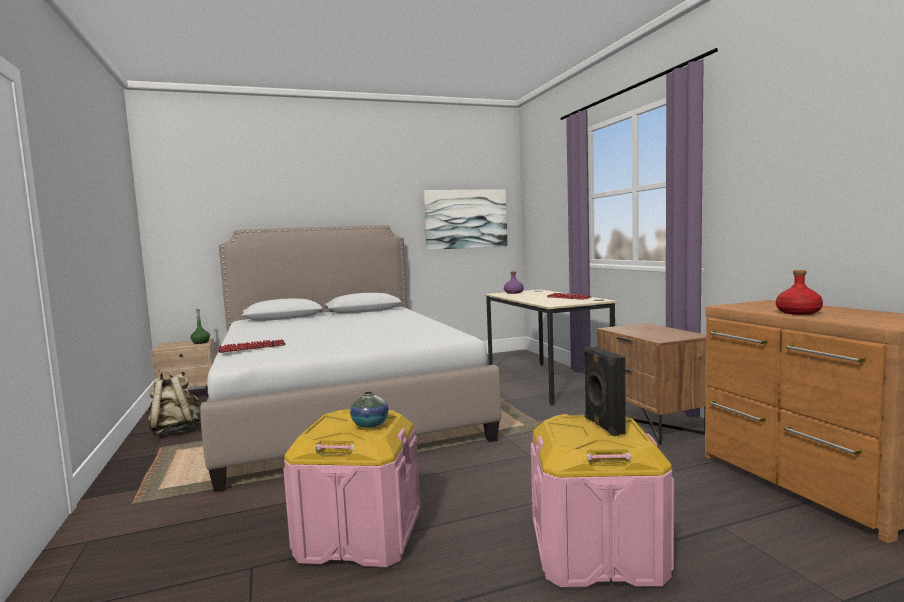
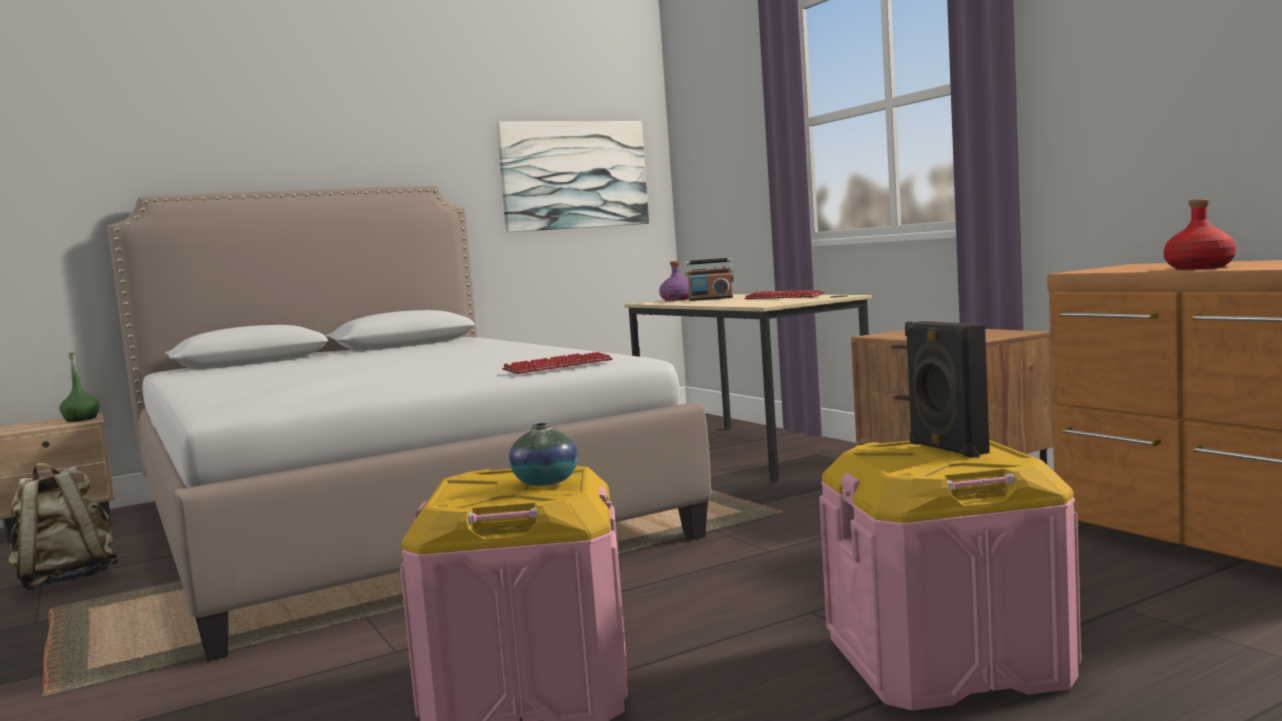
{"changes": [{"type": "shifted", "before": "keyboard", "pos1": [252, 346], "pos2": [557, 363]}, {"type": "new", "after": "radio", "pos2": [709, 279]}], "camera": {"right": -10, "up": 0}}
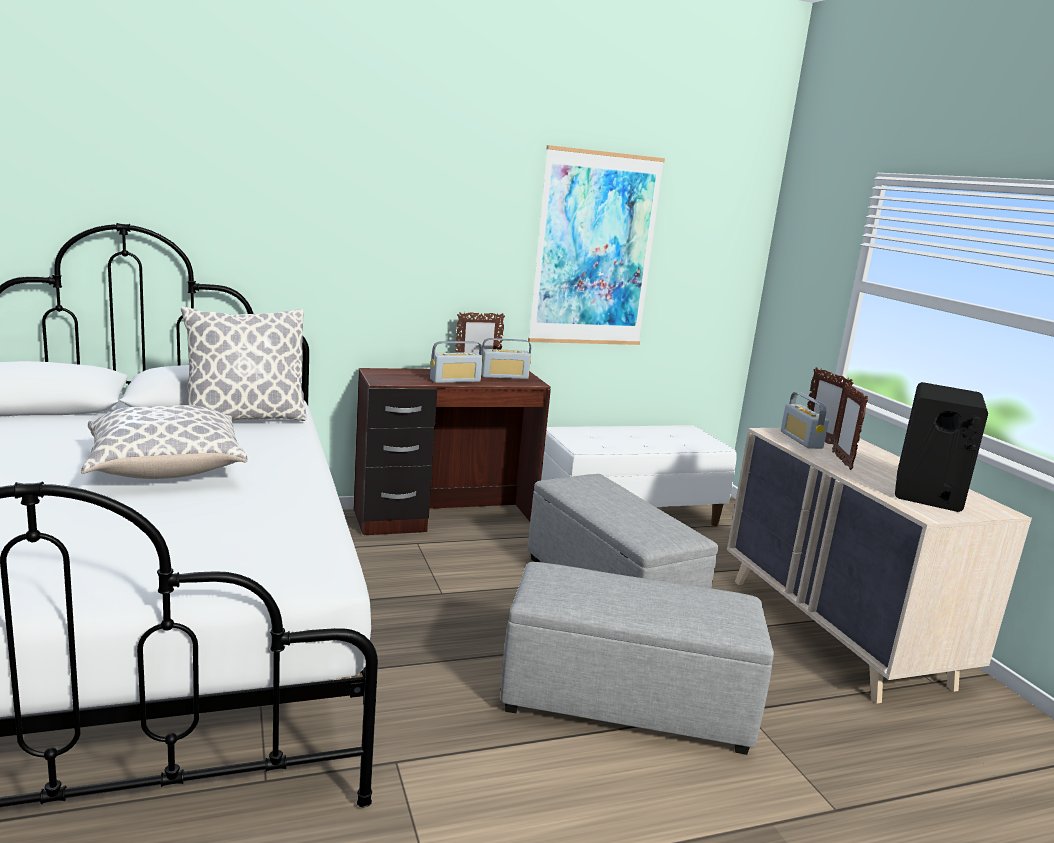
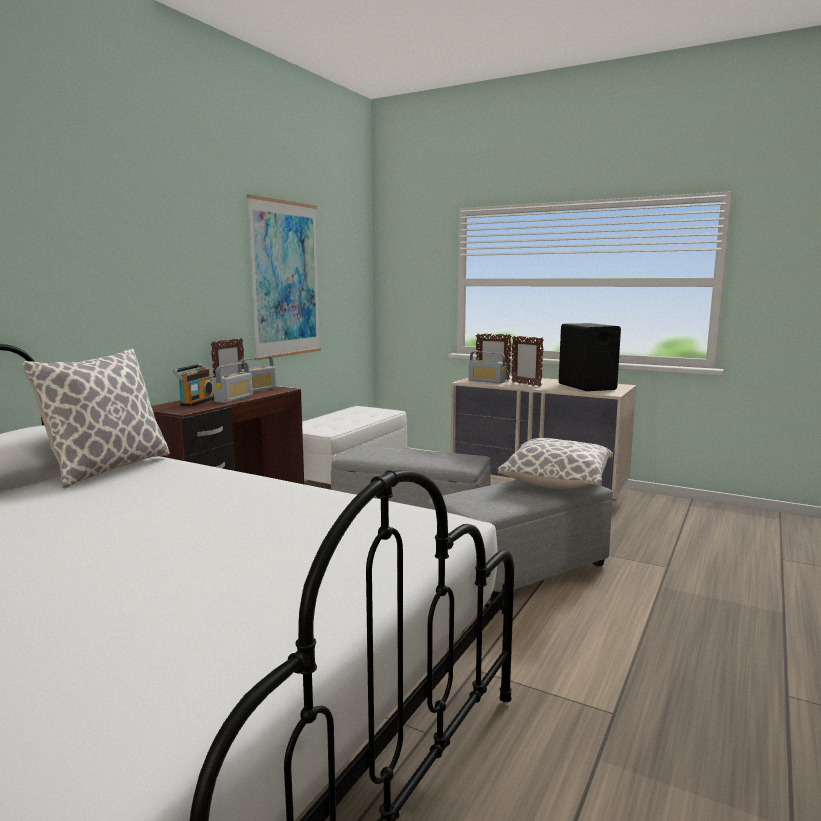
{"changes": [{"type": "shifted", "before": "pillow", "pos1": [164, 442], "pos2": [555, 463]}, {"type": "new", "after": "radio", "pos2": [193, 385]}], "camera": {"right": -40, "up": -5}}
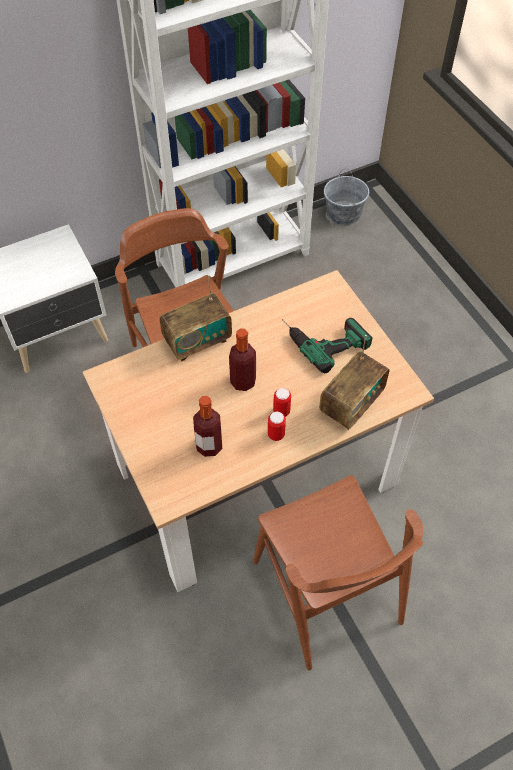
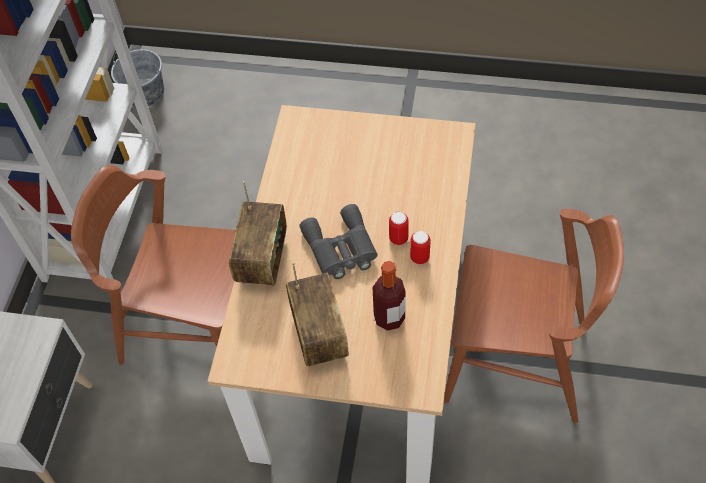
{"changes": [{"type": "swapped", "before": "bottle", "after": "binoculars/grey", "pos1": [242, 359], "pos2": [338, 241]}, {"type": "gone", "before": "power drill", "pos1": [327, 345]}, {"type": "shifted", "before": "radio", "pos1": [354, 382], "pos2": [317, 314]}], "camera": {"right": -50, "up": 0}}
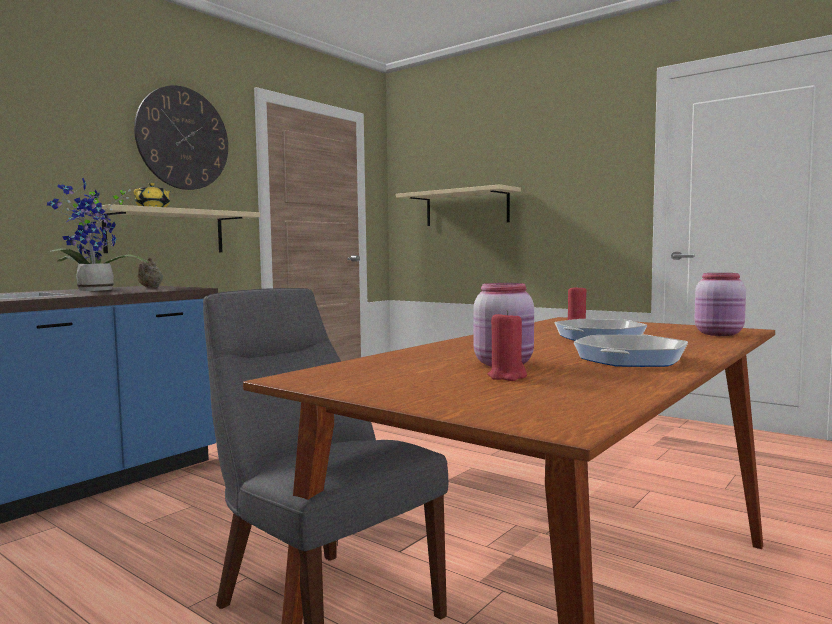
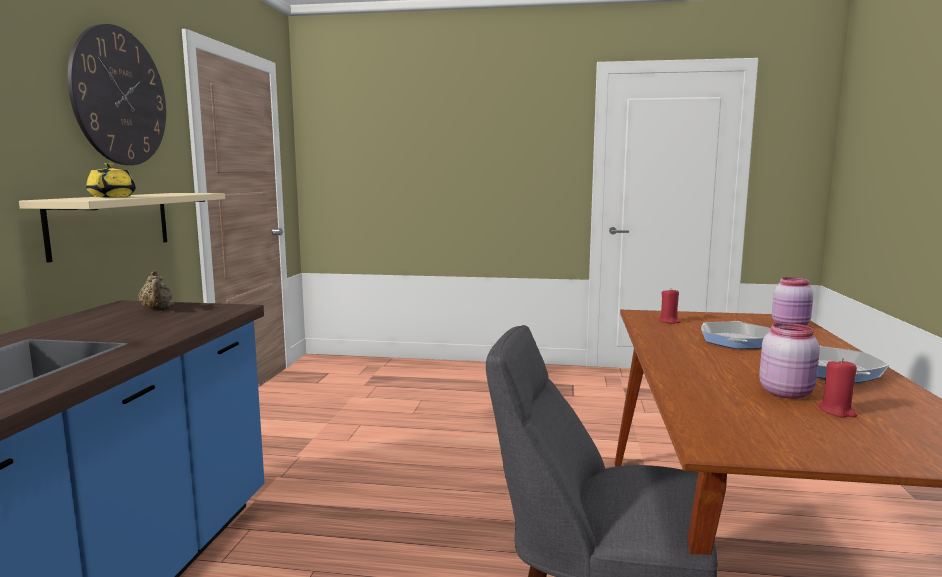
{"changes": [{"type": "gone", "before": "potted plant", "pos1": [98, 234]}, {"type": "gone", "before": "shelf/beige", "pos1": [458, 205]}], "camera": {"right": -30, "up": 5}}
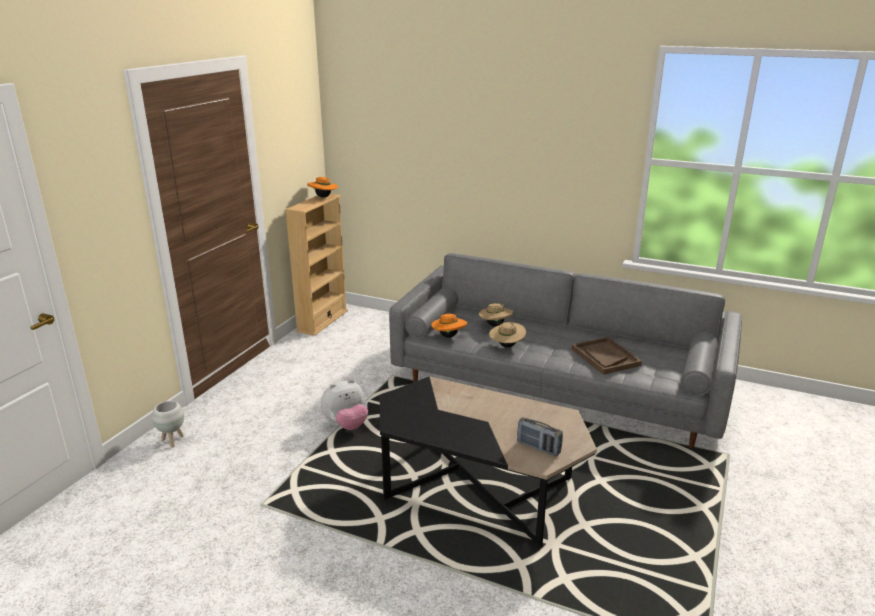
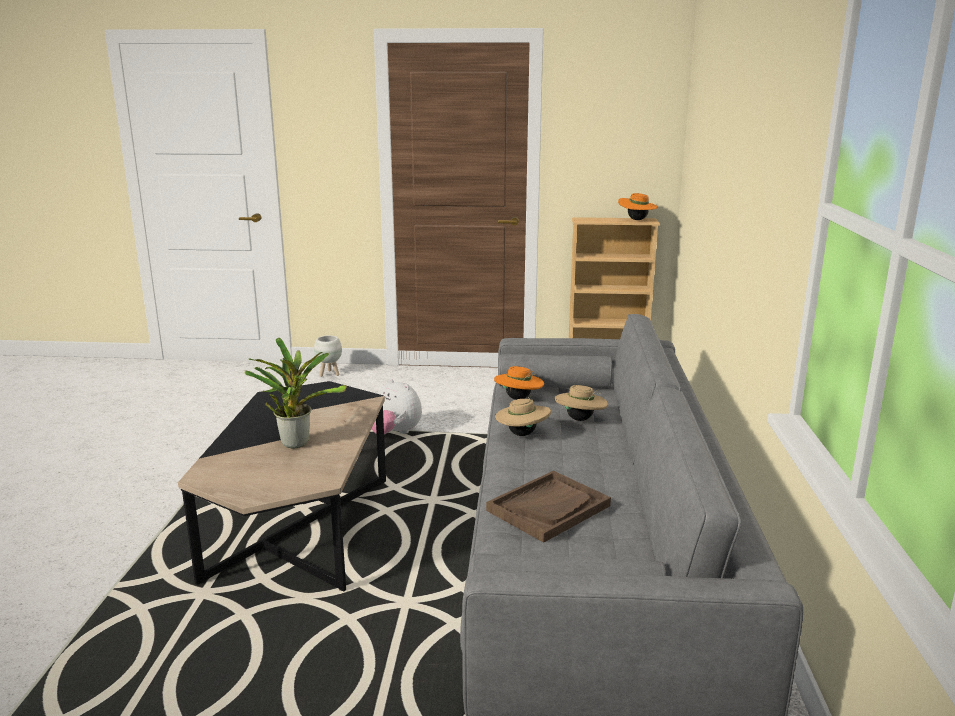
{"changes": [{"type": "gone", "before": "radio", "pos1": [540, 436]}, {"type": "new", "after": "potted plant", "pos2": [295, 393]}], "camera": {"right": 70, "up": -5}}
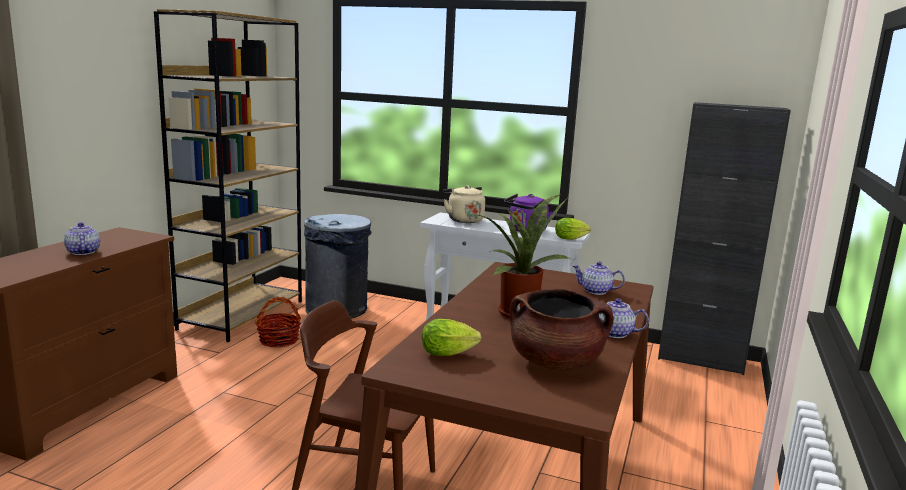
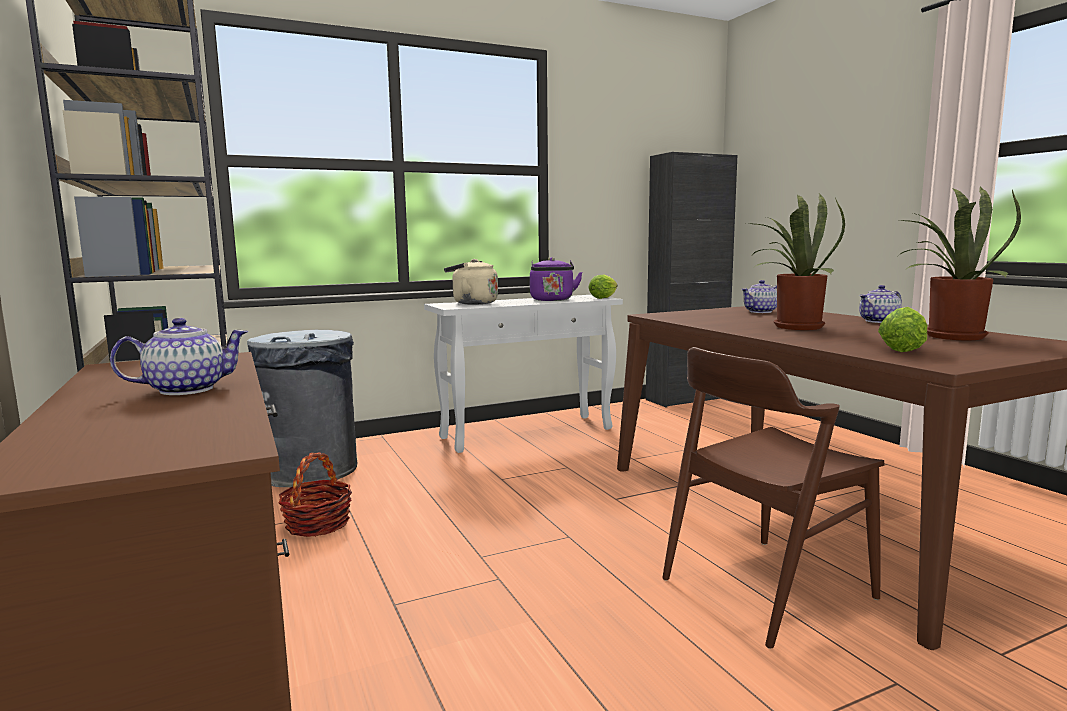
{"changes": [{"type": "rotated", "before": "teapot", "pos1": [82, 238], "pos2": [179, 356], "turn": 135}, {"type": "swapped", "before": "cooking pot/brown", "after": "potted plant", "pos1": [562, 329], "pos2": [959, 263]}], "camera": {"right": -45, "up": -5}}
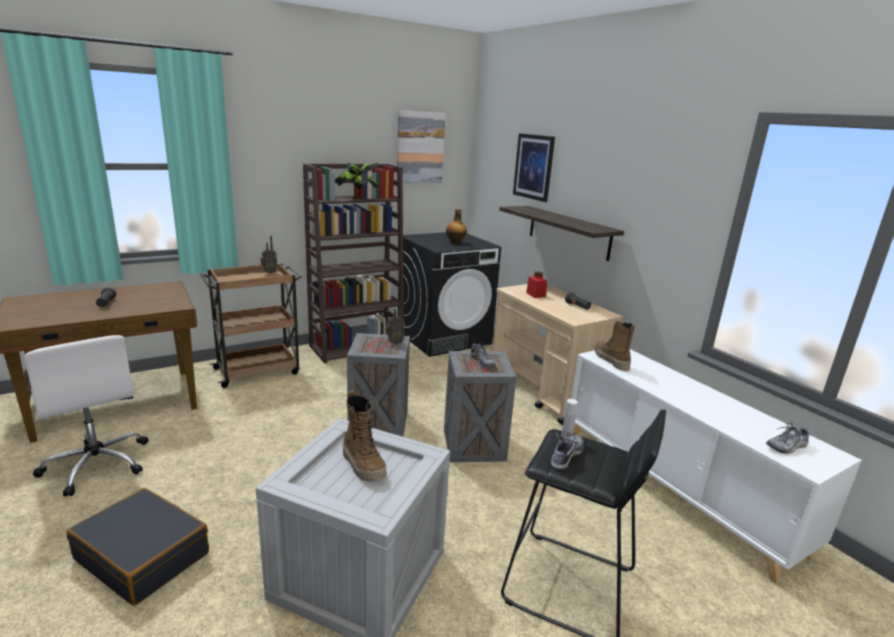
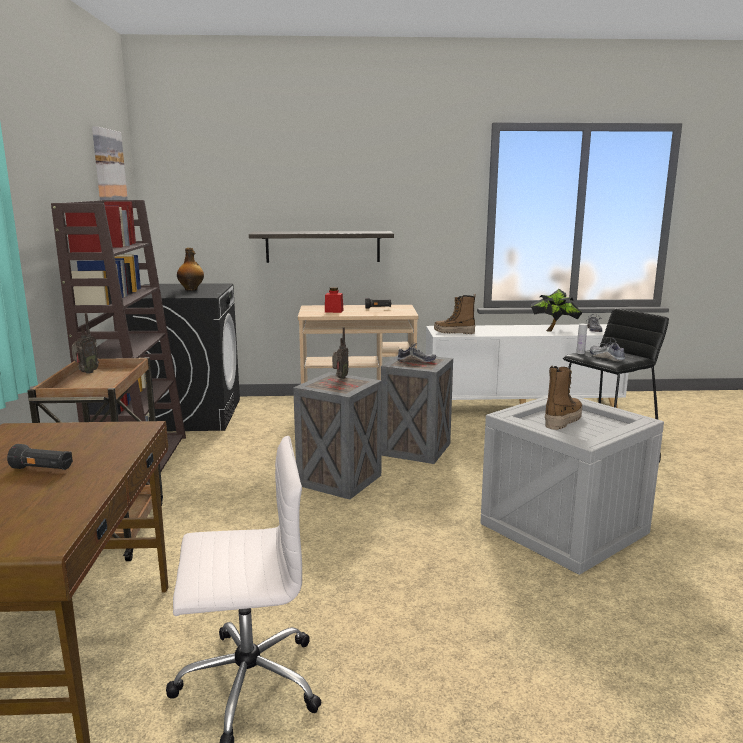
{"changes": [{"type": "gone", "before": "suitcase/black", "pos1": [137, 547]}, {"type": "shifted", "before": "potted plant", "pos1": [357, 180], "pos2": [556, 310]}, {"type": "rotated", "before": "boot", "pos1": [365, 436], "pos2": [563, 398], "turn": -45}, {"type": "gone", "before": "picture", "pos1": [534, 167]}], "camera": {"right": -60, "up": -5}}
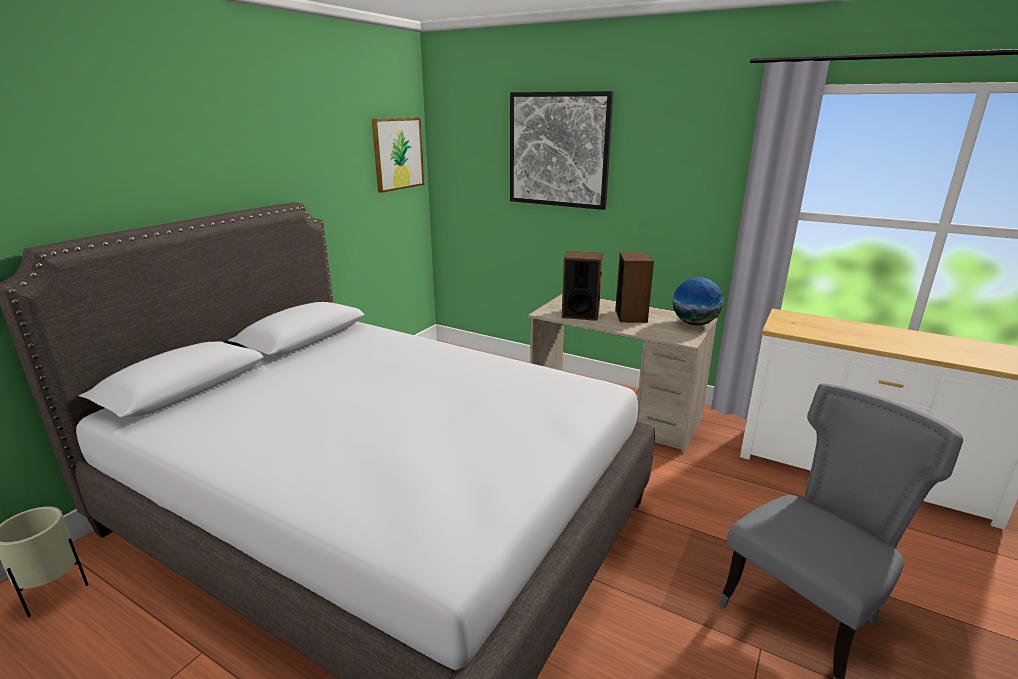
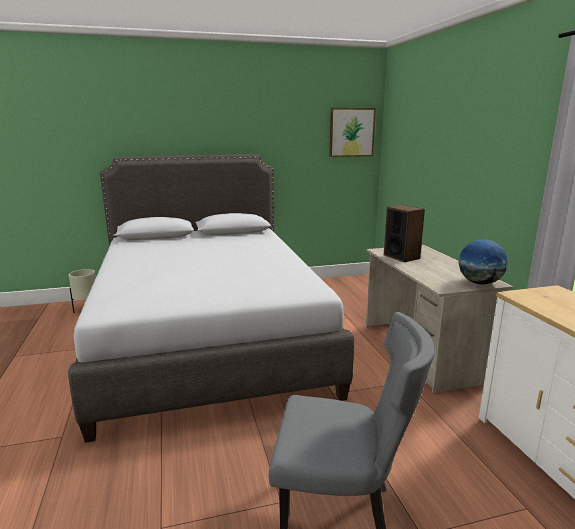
{"changes": [{"type": "gone", "before": "picture", "pos1": [562, 150]}, {"type": "gone", "before": "speaker", "pos1": [634, 287]}], "camera": {"right": 45, "up": -5}}
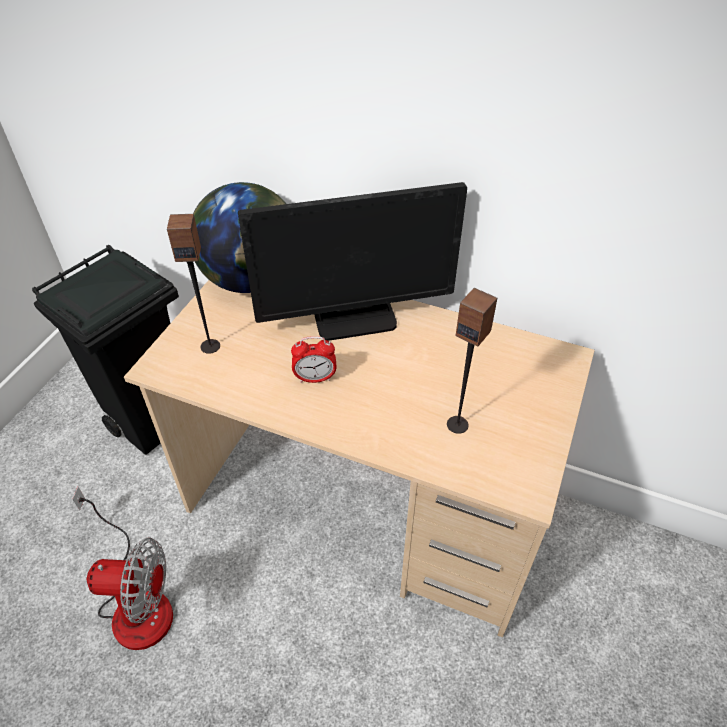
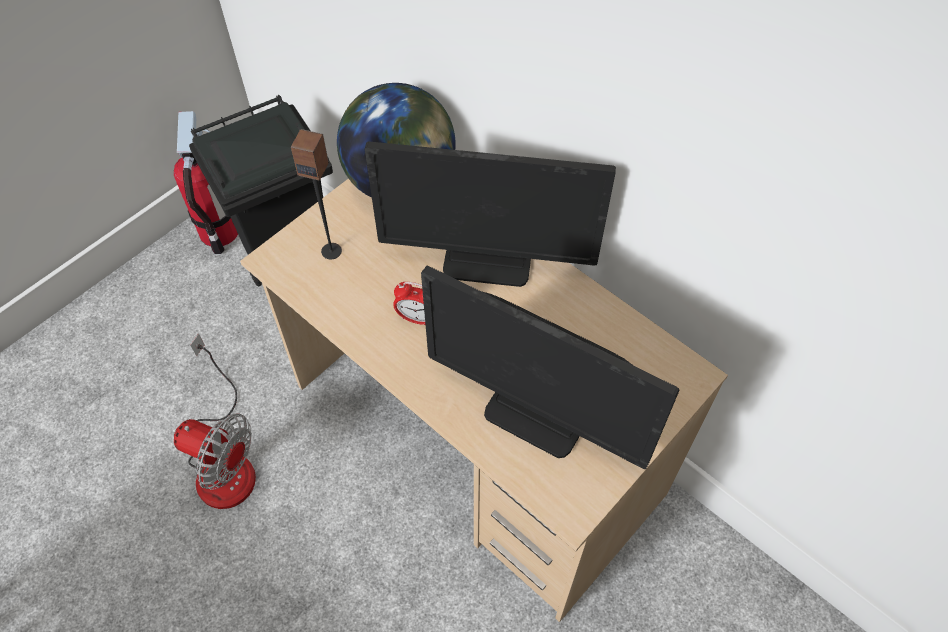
{"changes": [{"type": "swapped", "before": "speaker", "after": "monitor", "pos1": [472, 361], "pos2": [550, 367]}, {"type": "new", "after": "fire extinguisher", "pos2": [206, 182]}], "camera": {"right": 20, "up": 10}}
